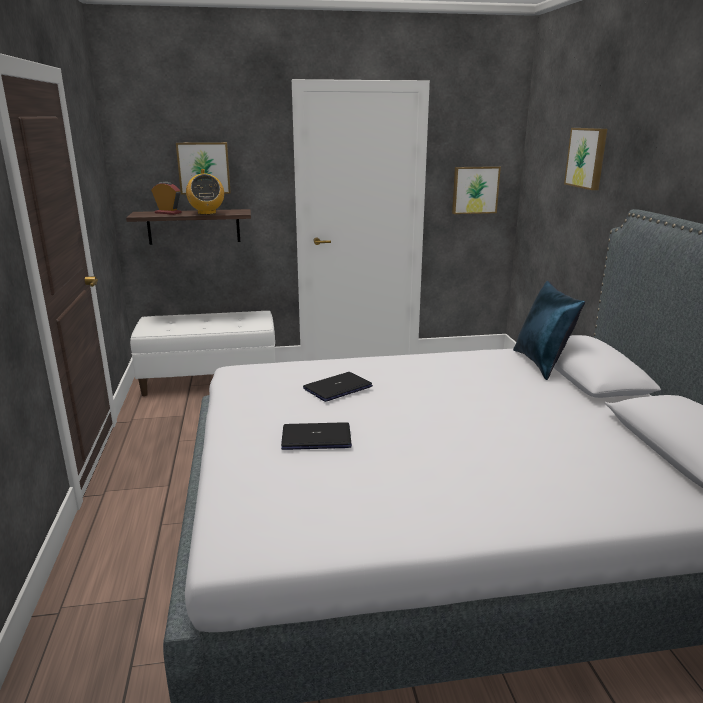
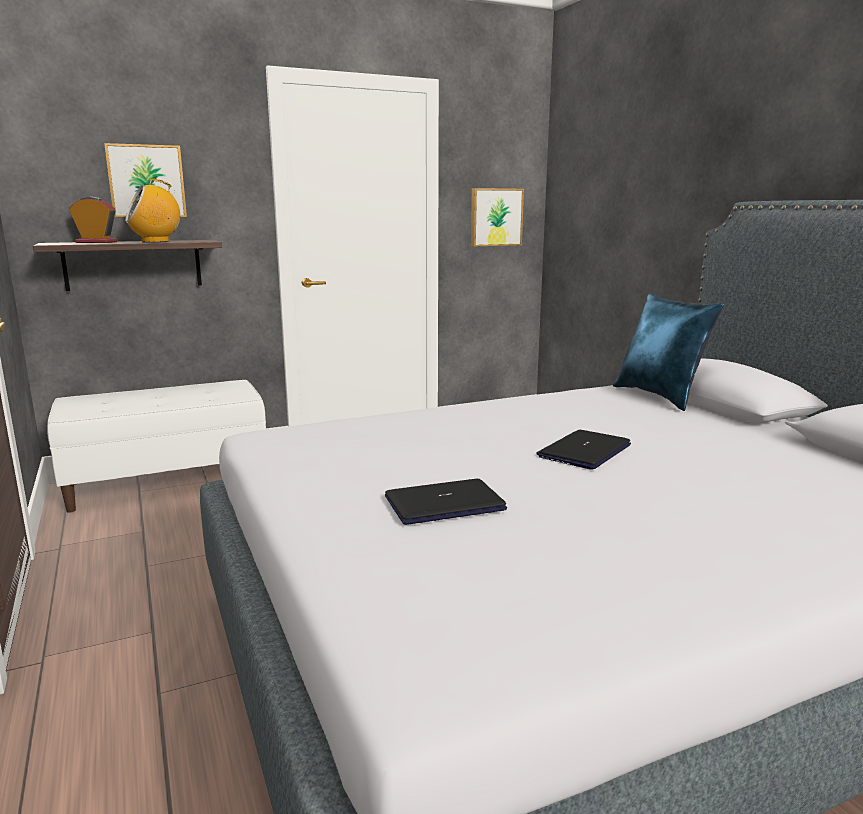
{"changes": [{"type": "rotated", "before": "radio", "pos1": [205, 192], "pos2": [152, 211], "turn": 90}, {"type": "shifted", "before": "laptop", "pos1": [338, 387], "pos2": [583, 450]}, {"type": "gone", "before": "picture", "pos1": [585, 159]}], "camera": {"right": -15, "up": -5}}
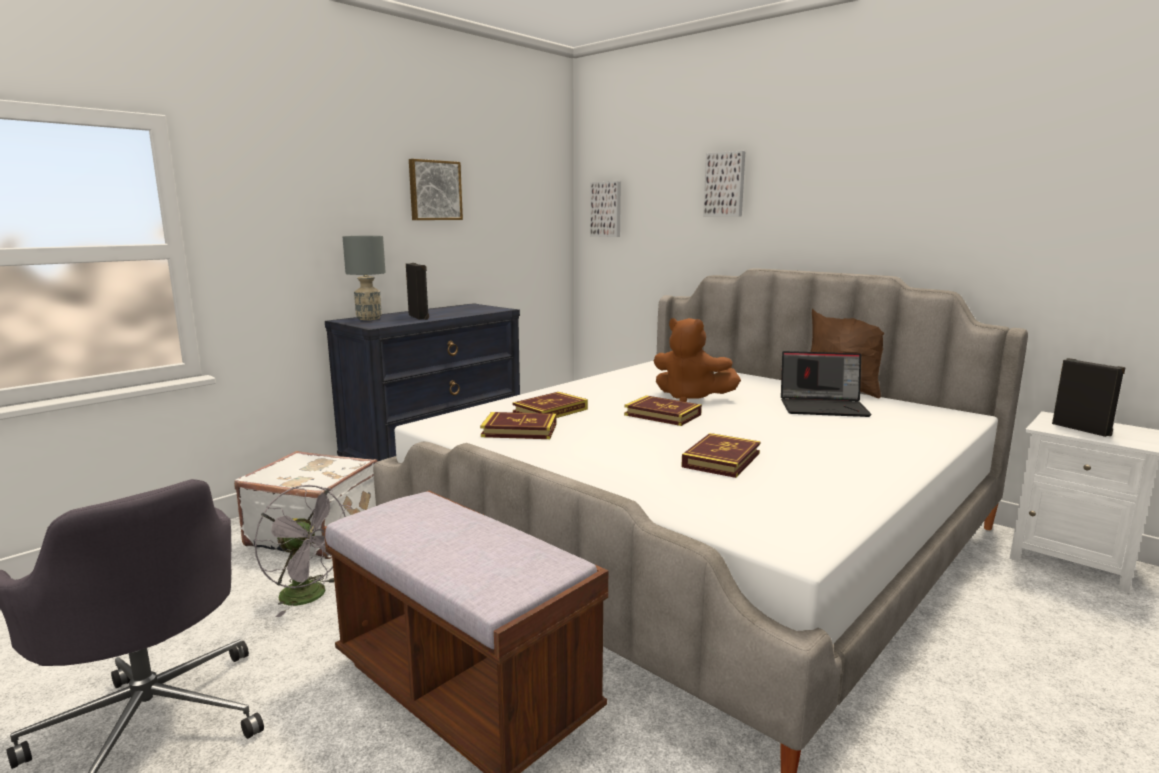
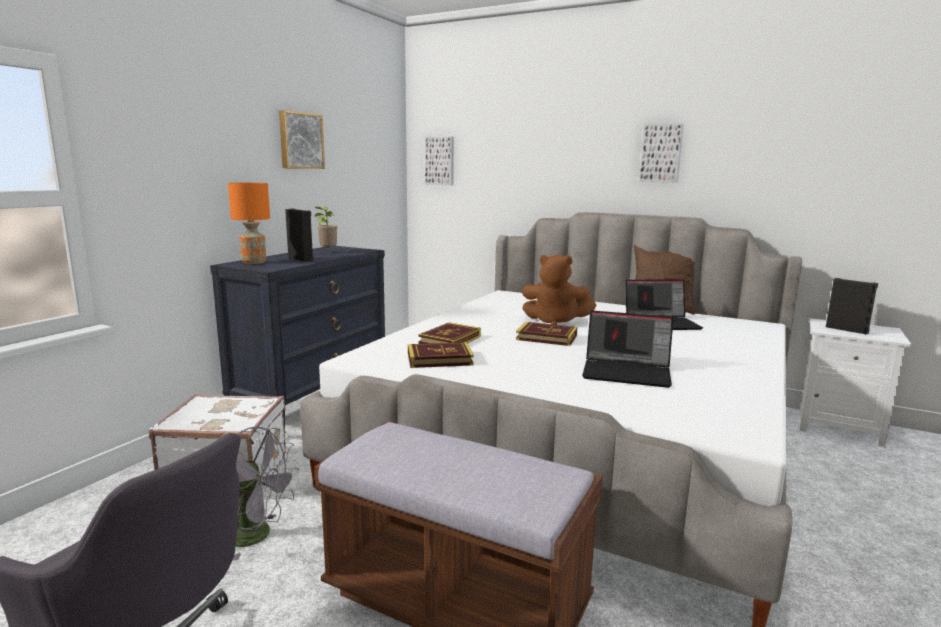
{"changes": [{"type": "repainted", "before": "table lamp/grey", "after": "table lamp/orange", "pos1": [364, 278], "pos2": [249, 223]}, {"type": "swapped", "before": "book", "after": "laptop", "pos1": [720, 455], "pos2": [628, 349]}, {"type": "shifted", "before": "picture", "pos1": [724, 183], "pos2": [661, 152]}, {"type": "new", "after": "potted plant", "pos2": [326, 228]}], "camera": {"right": -15, "up": 0}}
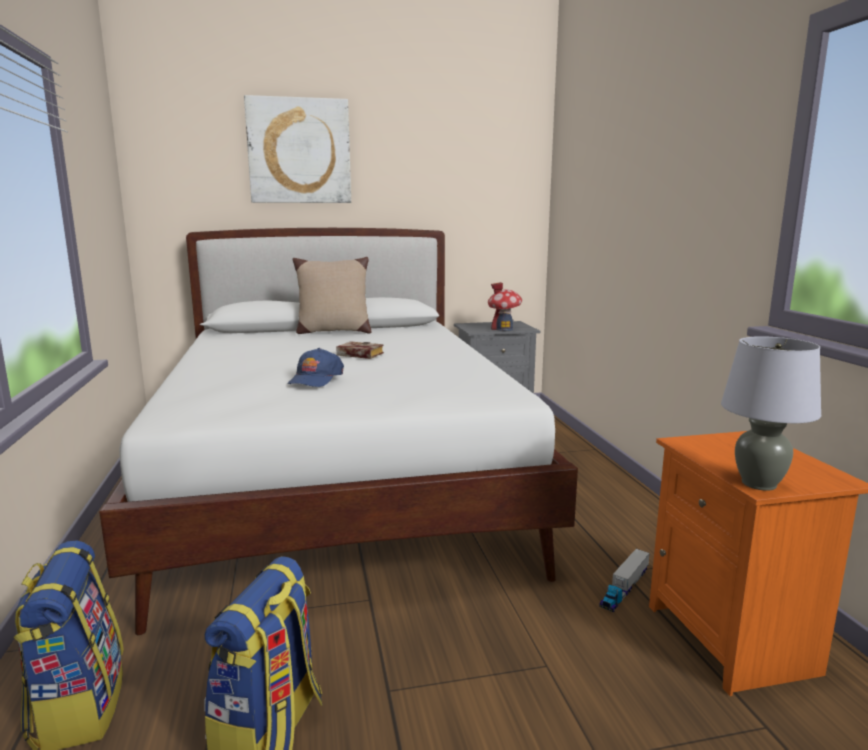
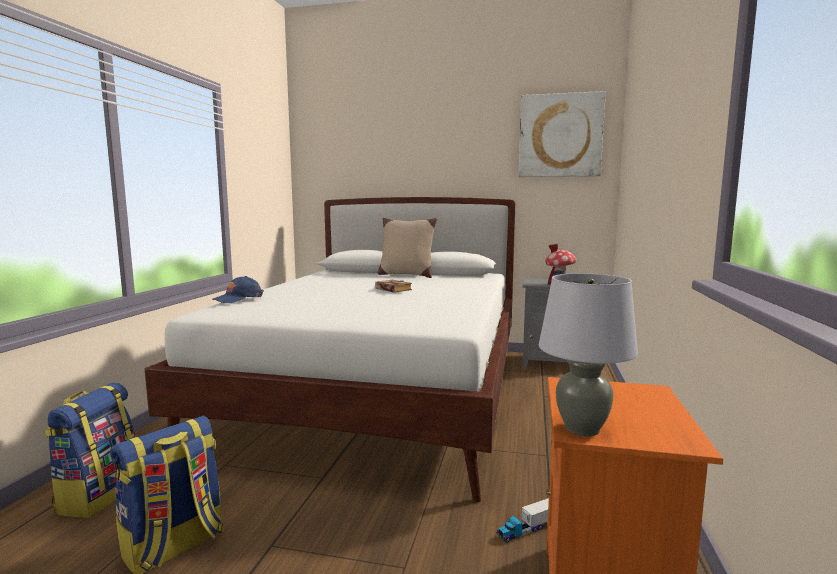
{"changes": [{"type": "shifted", "before": "picture", "pos1": [297, 149], "pos2": [562, 134]}, {"type": "shifted", "before": "cap/blue", "pos1": [315, 367], "pos2": [238, 289]}], "camera": {"right": 25, "up": -5}}
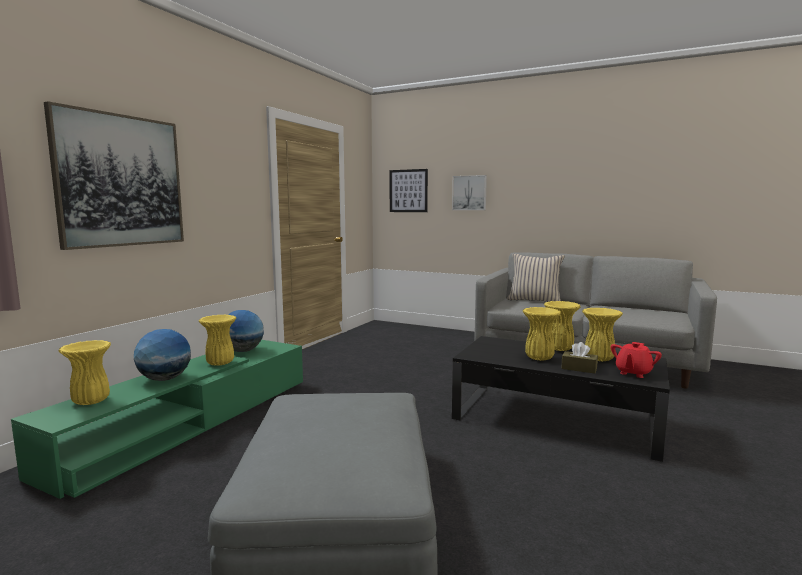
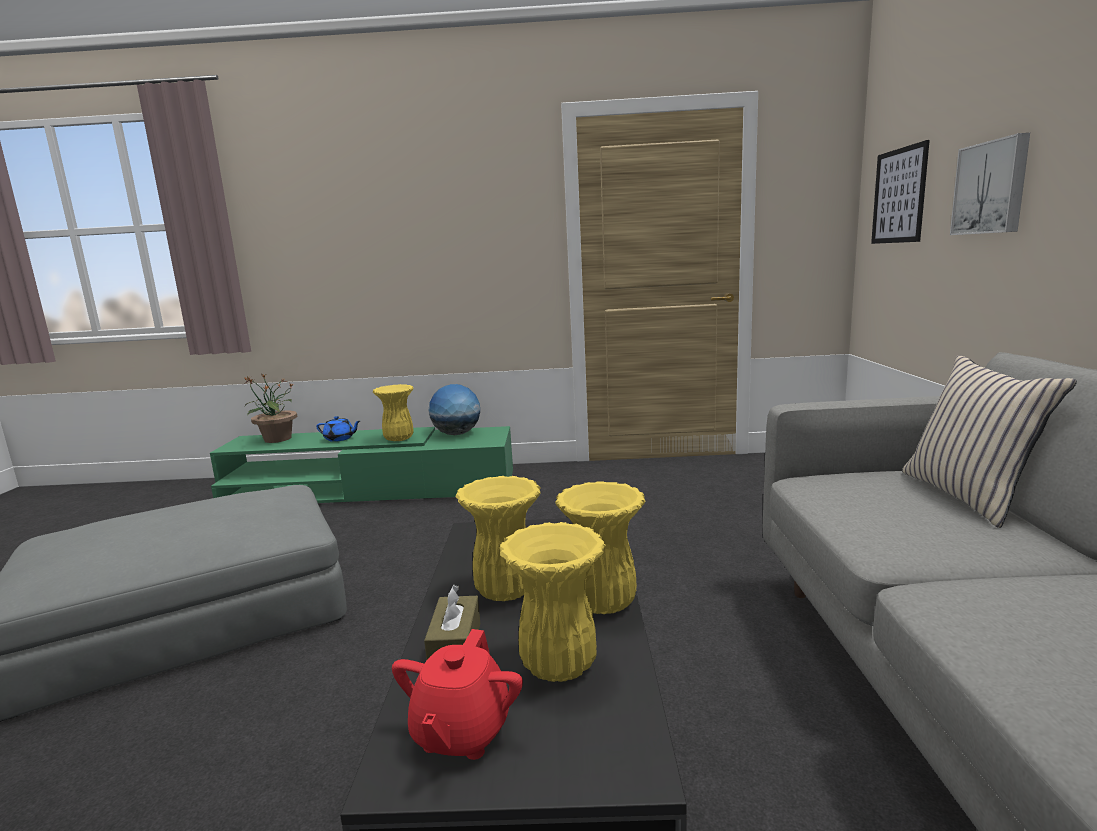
{"changes": [{"type": "gone", "before": "picture", "pos1": [114, 175]}, {"type": "swapped", "before": "vase/yellow", "after": "potted plant", "pos1": [85, 372], "pos2": [270, 408]}, {"type": "swapped", "before": "globe", "after": "teapot/blue", "pos1": [162, 355], "pos2": [338, 429]}, {"type": "rotated", "before": "teapot/red", "pos1": [636, 360], "pos2": [457, 694], "turn": -90}], "camera": {"right": 65, "up": 5}}
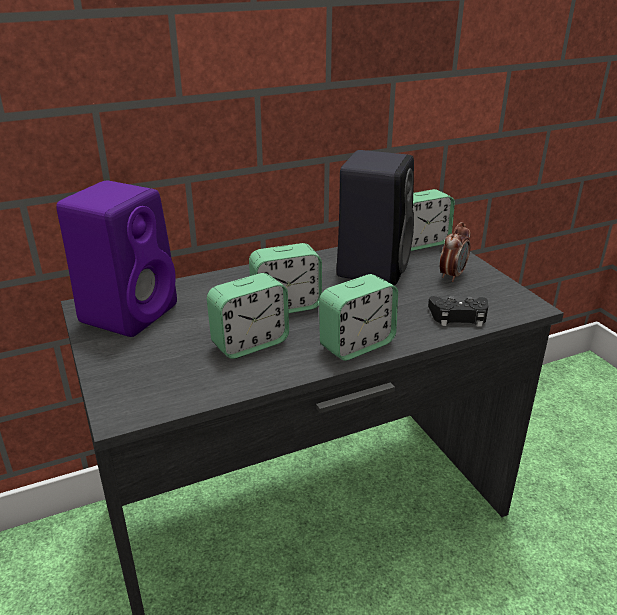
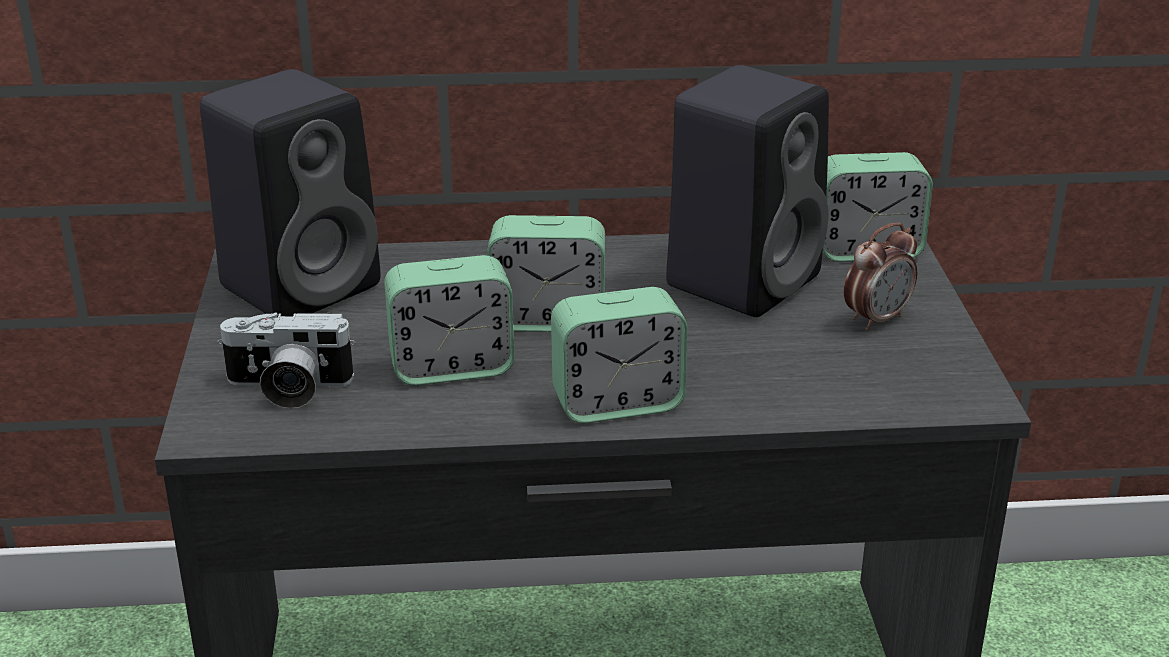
{"changes": [{"type": "repainted", "before": "speaker/purple", "after": "speaker/black", "pos1": [116, 258], "pos2": [290, 193]}, {"type": "gone", "before": "game controller/black", "pos1": [458, 311]}, {"type": "new", "after": "photo camera", "pos2": [286, 361]}], "camera": {"right": 20, "up": 0}}
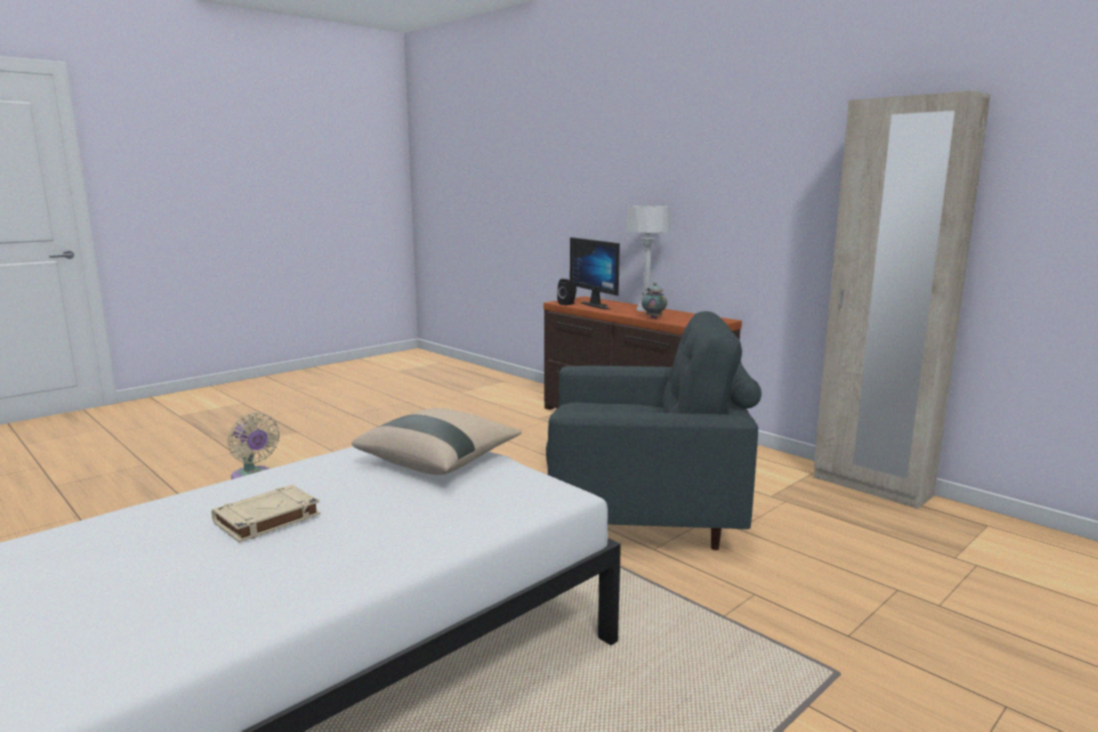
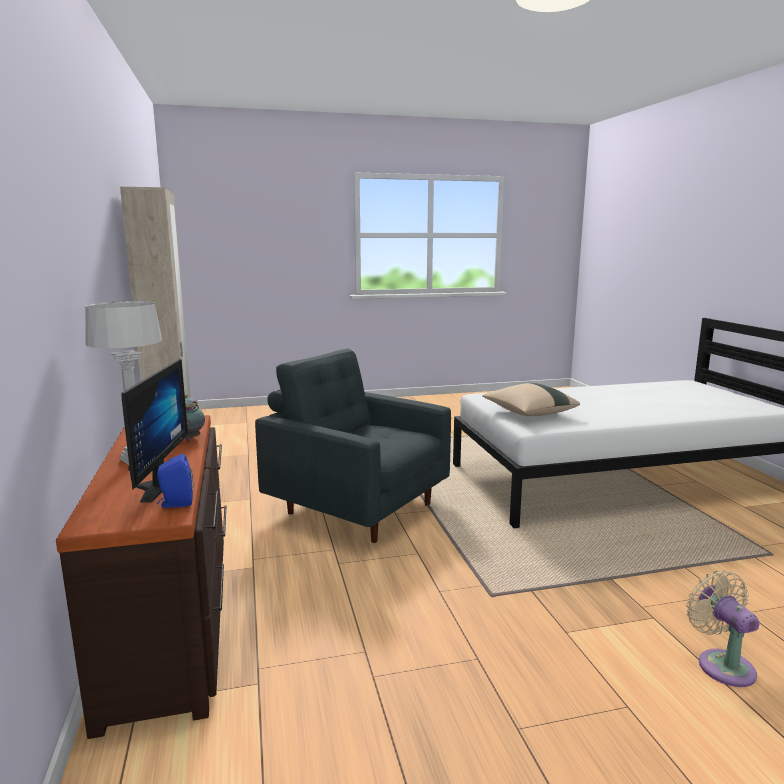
{"changes": [{"type": "gone", "before": "book/beige", "pos1": [266, 513]}, {"type": "repainted", "before": "speaker/black", "after": "speaker/blue", "pos1": [567, 292], "pos2": [175, 481]}], "camera": {"right": -150, "up": 0}}
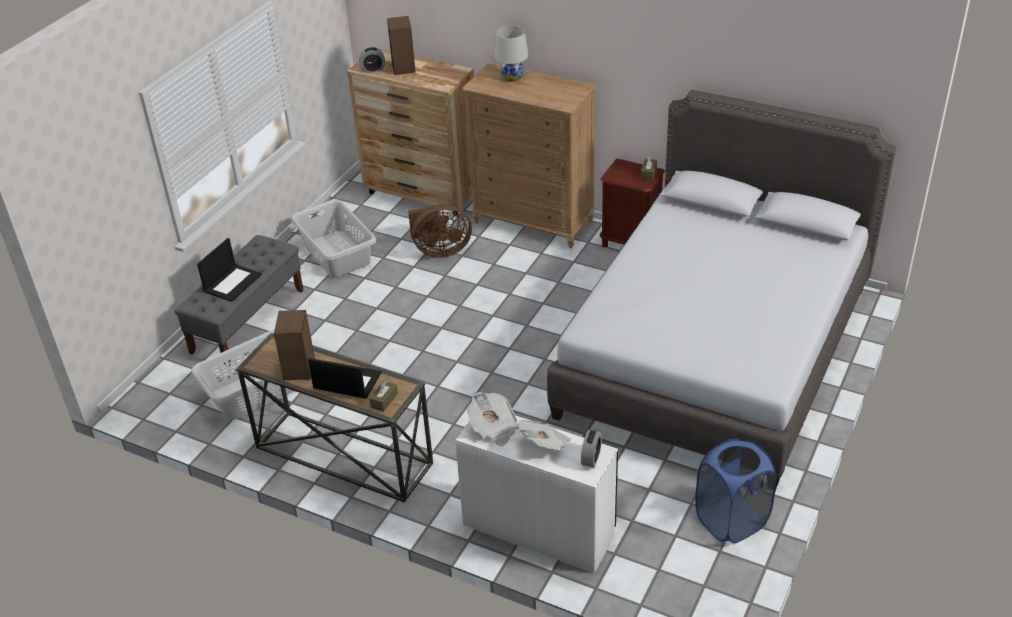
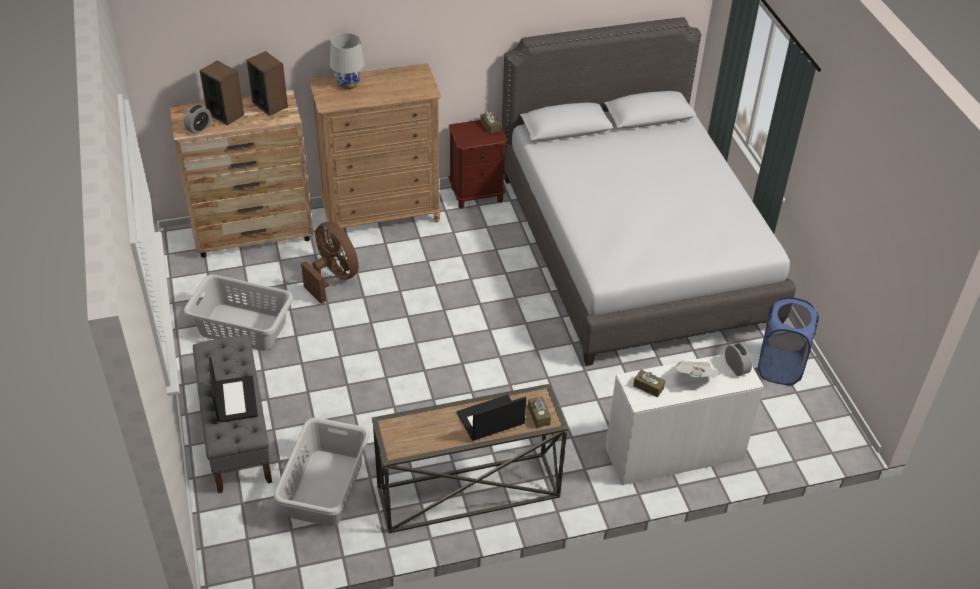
{"changes": [{"type": "shifted", "before": "speaker", "pos1": [294, 345], "pos2": [267, 83]}, {"type": "rotated", "before": "fan/brown", "pos1": [440, 231], "pos2": [330, 262], "turn": -75}, {"type": "swapped", "before": "newspaper", "after": "tissue box/brown", "pos1": [492, 419], "pos2": [649, 383]}], "camera": {"right": -45, "up": 5}}
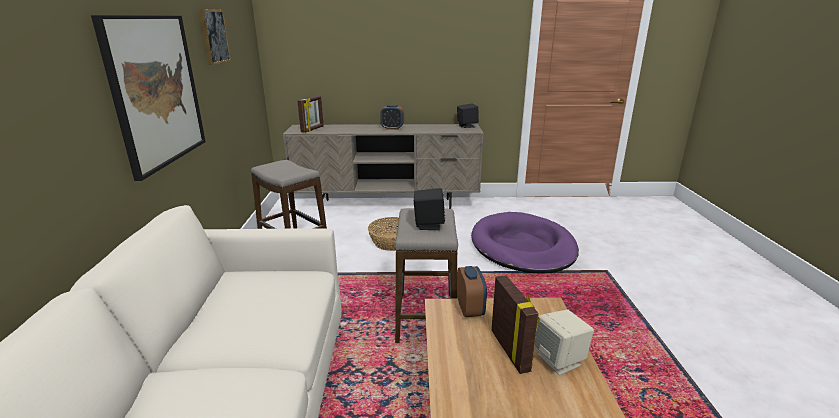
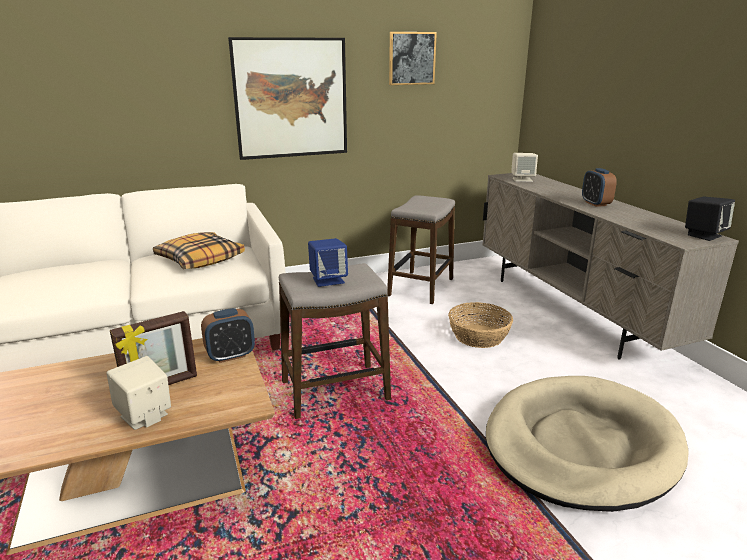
{"changes": [{"type": "swapped", "before": "picture frame", "after": "speaker/beige", "pos1": [310, 114], "pos2": [524, 167]}, {"type": "repainted", "before": "speaker/black", "after": "speaker/blue", "pos1": [429, 209], "pos2": [328, 262]}, {"type": "repainted", "before": "dog bed/purple", "after": "dog bed/beige", "pos1": [525, 242], "pos2": [587, 444]}, {"type": "new", "after": "pillow", "pos2": [199, 250]}], "camera": {"right": 70, "up": 0}}
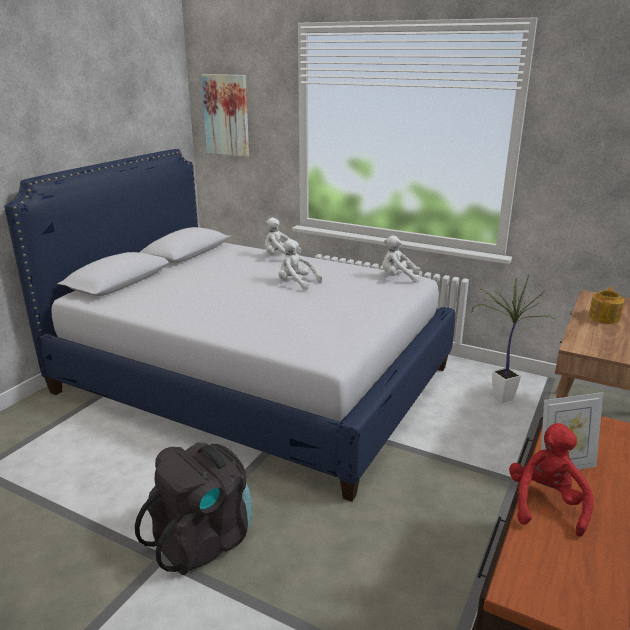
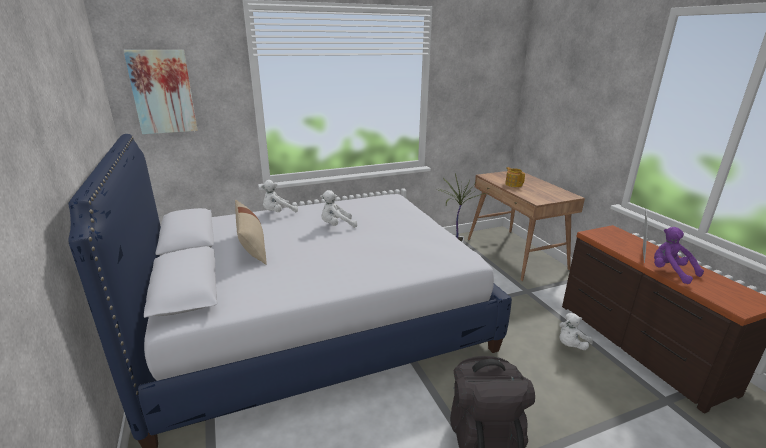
{"changes": [{"type": "shifted", "before": "plush toy/white", "pos1": [401, 259], "pos2": [576, 331]}, {"type": "repainted", "before": "plush toy/red", "after": "plush toy/purple", "pos1": [551, 480], "pos2": [679, 255]}, {"type": "new", "after": "pillow/beige", "pos2": [251, 232]}], "camera": {"right": -50, "up": 0}}
